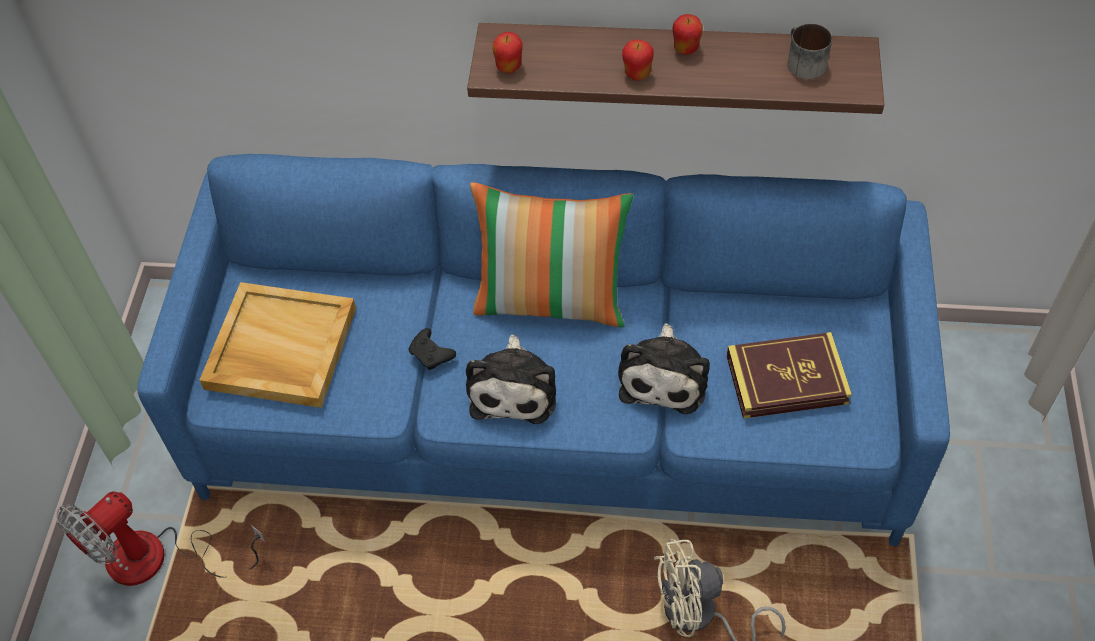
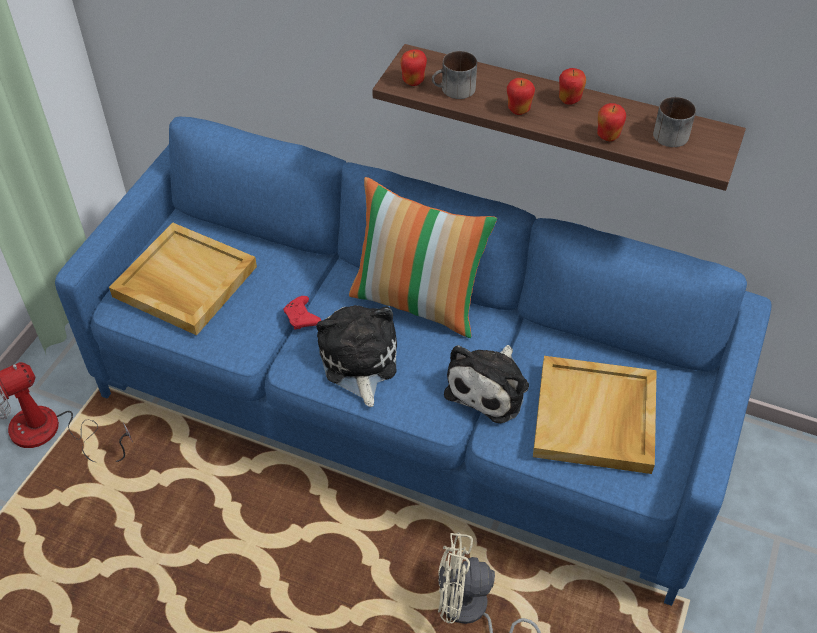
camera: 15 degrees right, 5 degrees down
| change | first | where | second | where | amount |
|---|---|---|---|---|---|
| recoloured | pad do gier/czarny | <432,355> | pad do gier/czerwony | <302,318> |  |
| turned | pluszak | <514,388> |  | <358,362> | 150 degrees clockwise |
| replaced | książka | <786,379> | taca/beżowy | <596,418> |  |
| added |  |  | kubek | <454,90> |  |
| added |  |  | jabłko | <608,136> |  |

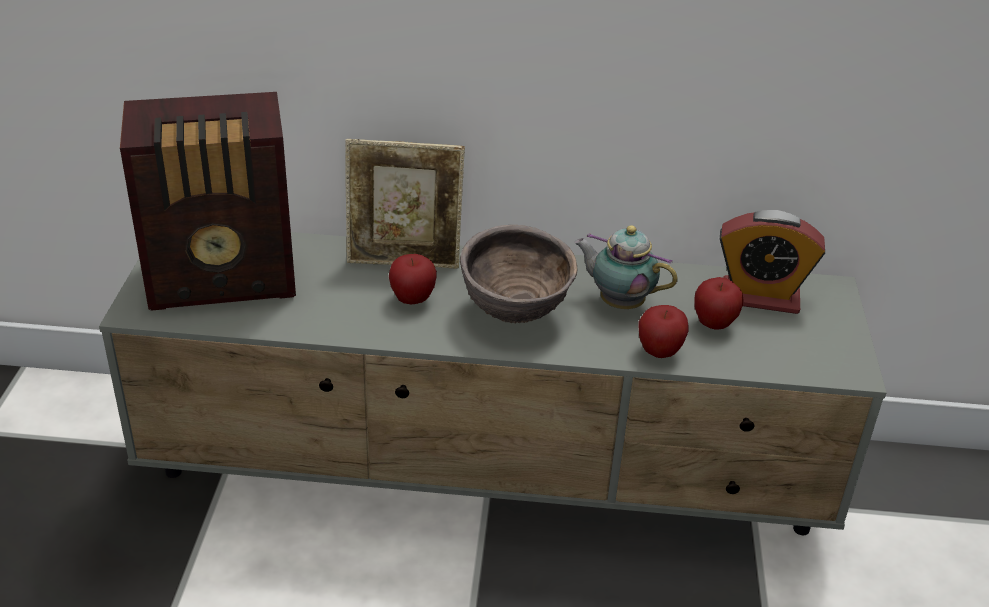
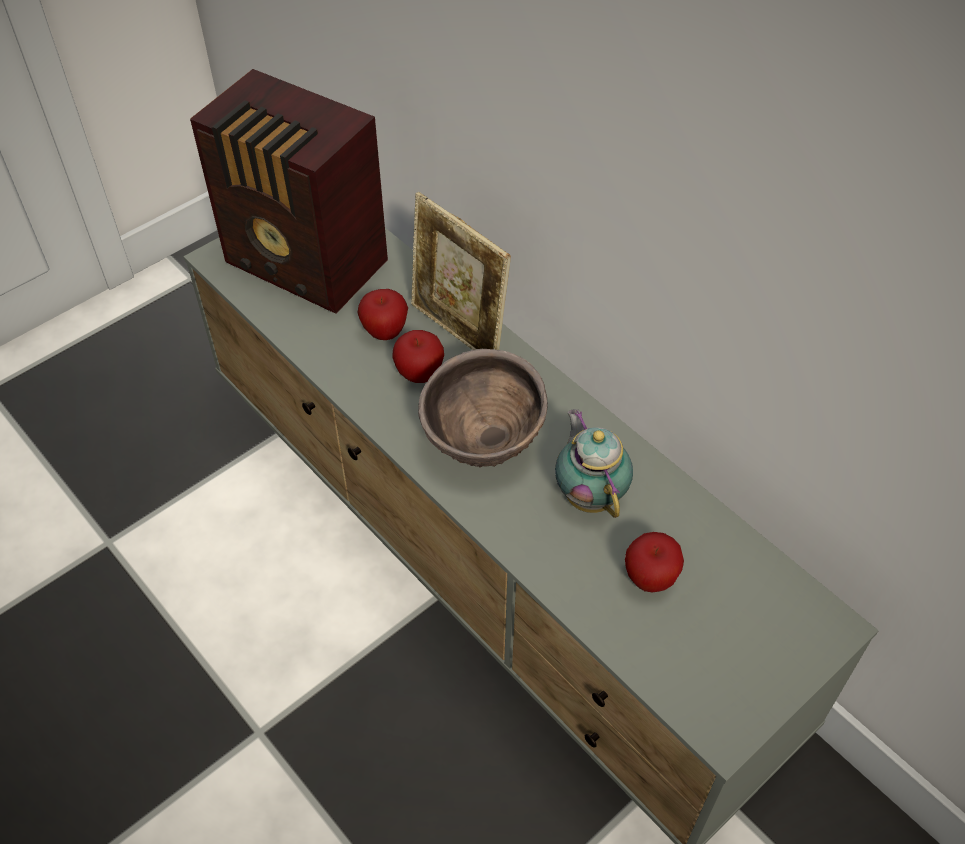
camera: 45 degrees right, 15 degrees up
| change | first | where | second | where | amount |
|---|---|---|---|---|---|
| moved | jabłko | <659,352> |  | <385,332> |  |
| removed | budzik | <760,297> |  |  |  |

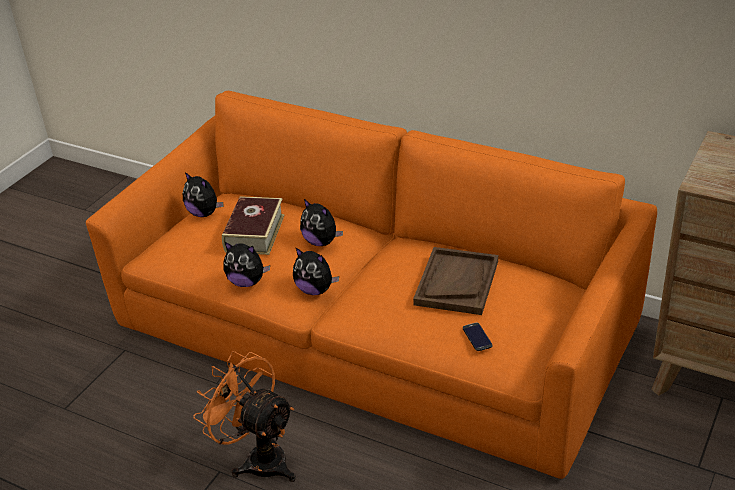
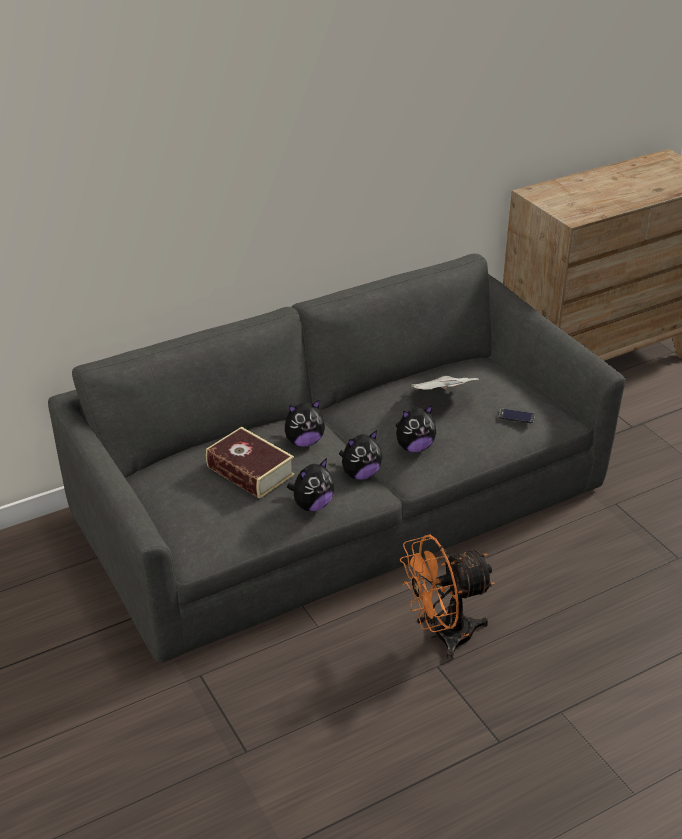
camera: 60 degrees left, 0 degrees up
| change | first | where | second | where | amount |
|---|---|---|---|---|---|
| recoloured | kanapa/pomarańczowy | <374,325> | kanapa/szary | <340,501> |  |
| moved | pluszak | <204,213> |  | <414,447> |  |
| replaced | taca/brązowy | <456,282> | gazeta | <443,397> |  |

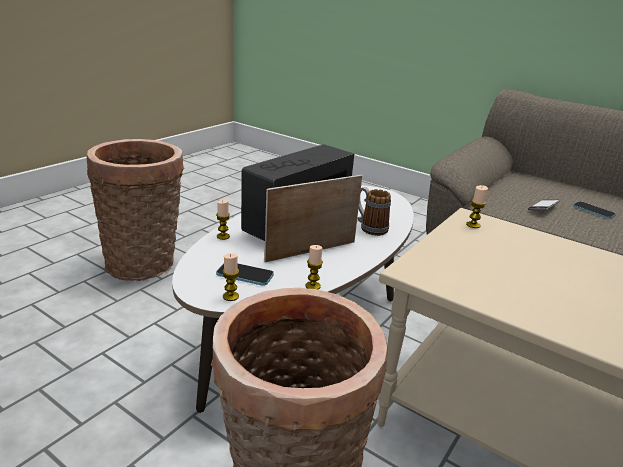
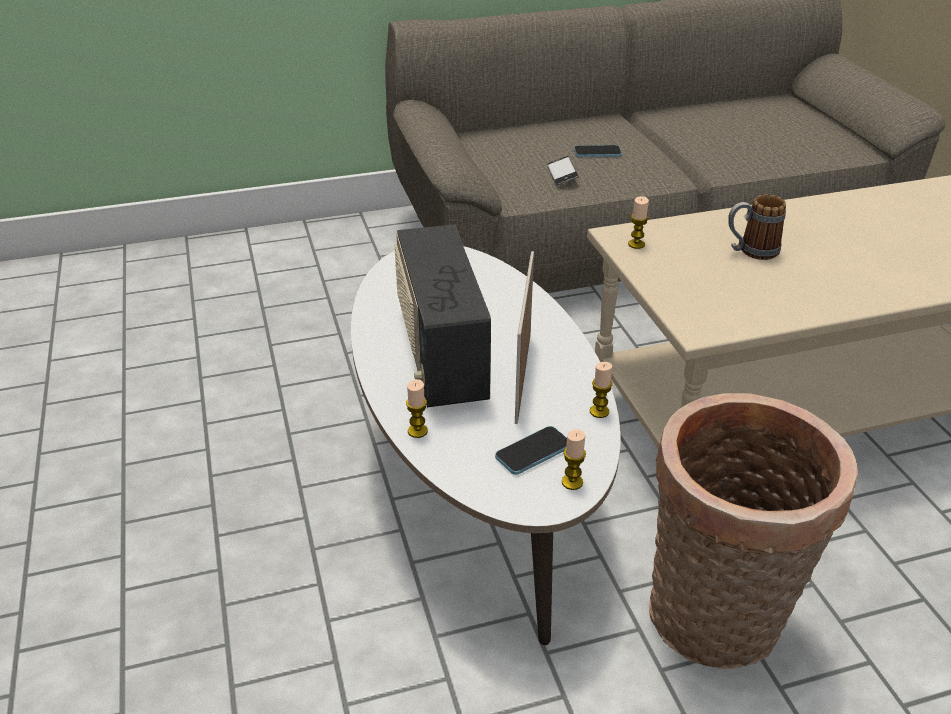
camera: 50 degrees left, 10 degrees up
| change | first | where | second | where | amount |
|---|---|---|---|---|---|
| removed | koszyk | <145,263> |  |  |  |
| moved | kubek | <369,227> |  | <750,251> |  |

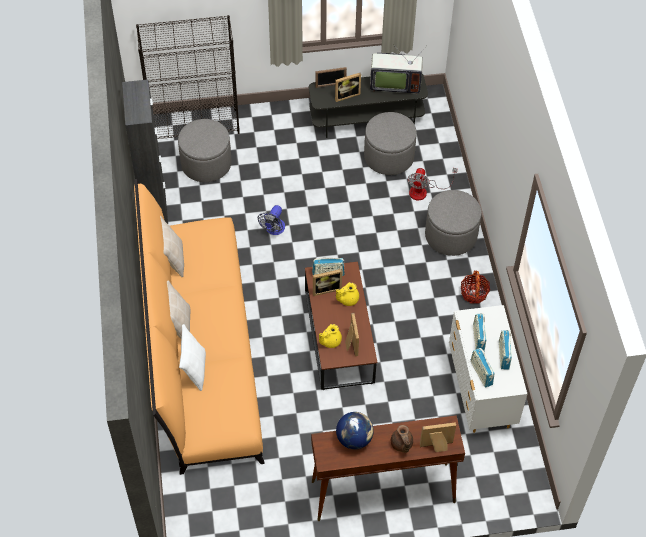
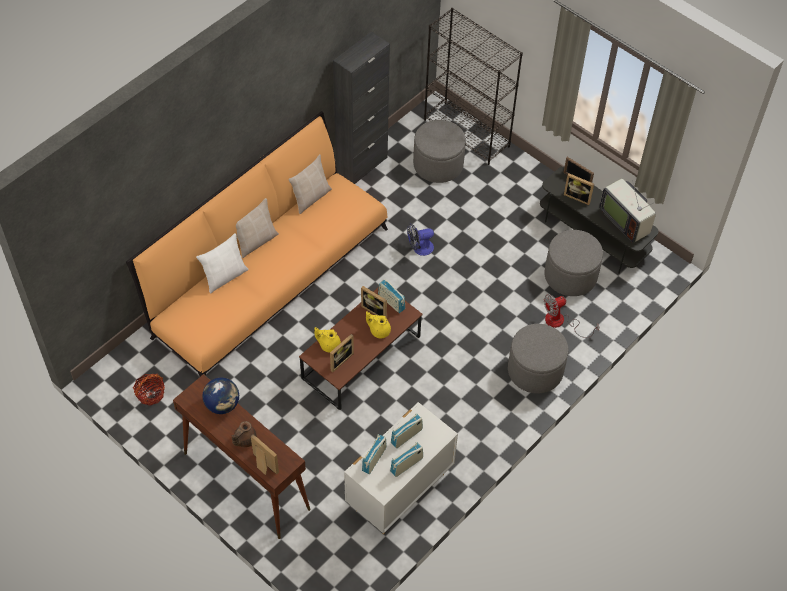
camera: 50 degrees right, 0 degrees up
| change | first | where | second | where | amount |
|---|---|---|---|---|---|
| moved | koszyk | <474,293> |  | <150,394> |  |

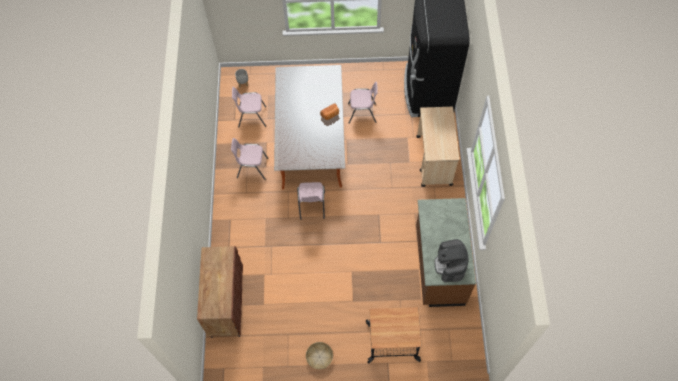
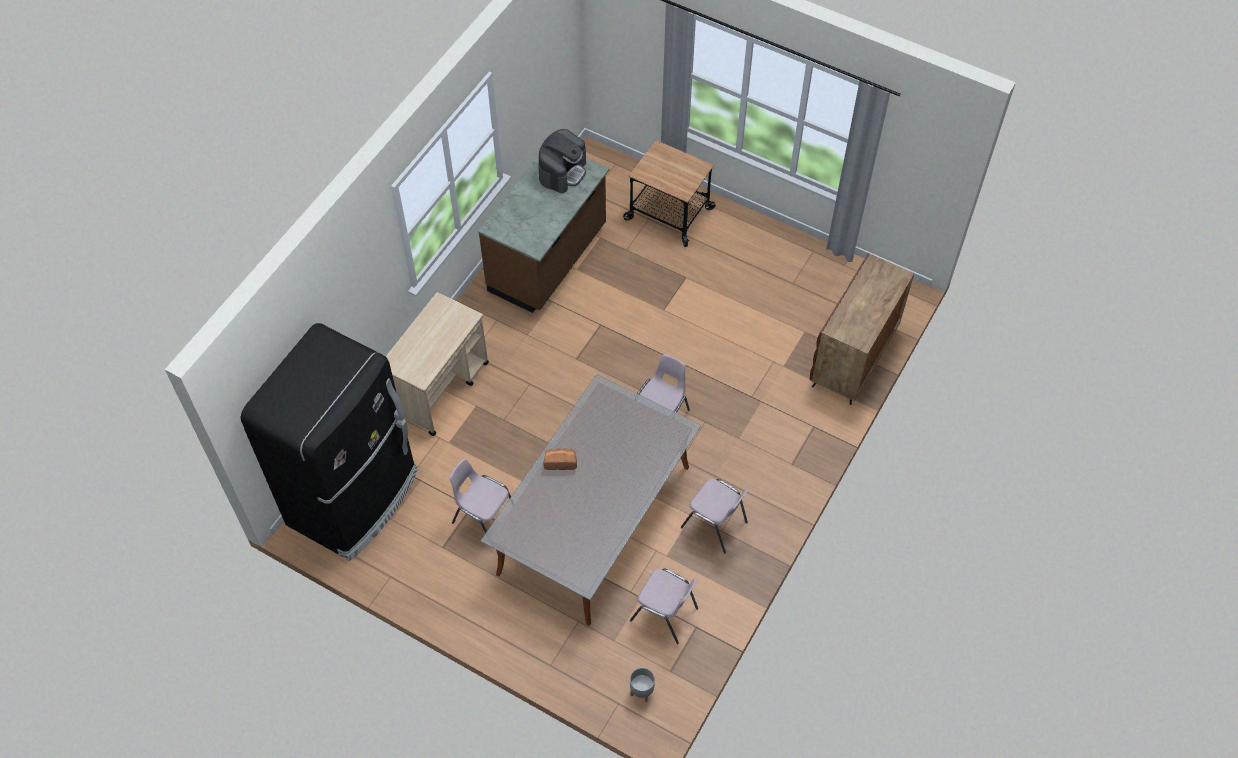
camera: 150 degrees left, 5 degrees down
| change | first | where | second | where | amount |
|---|---|---|---|---|---|
| removed | koszyk | <319,357> |  |  |  |

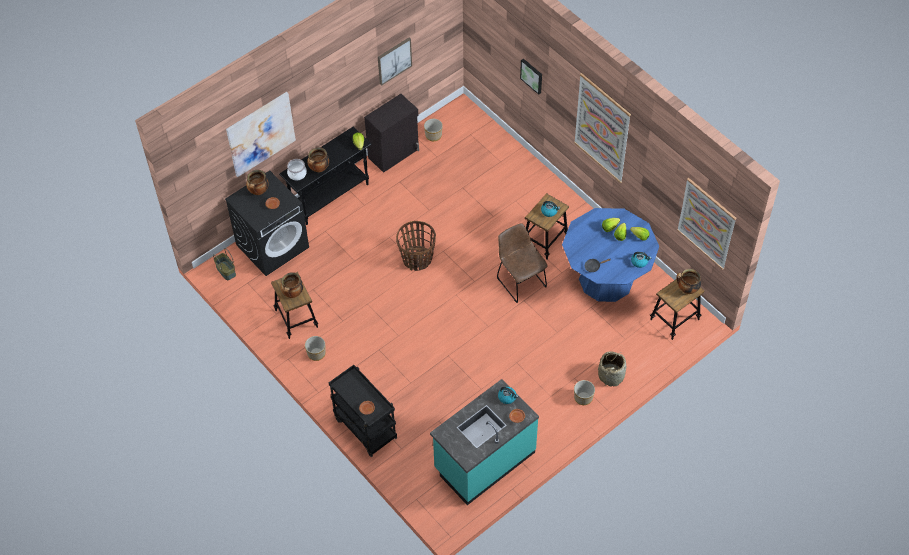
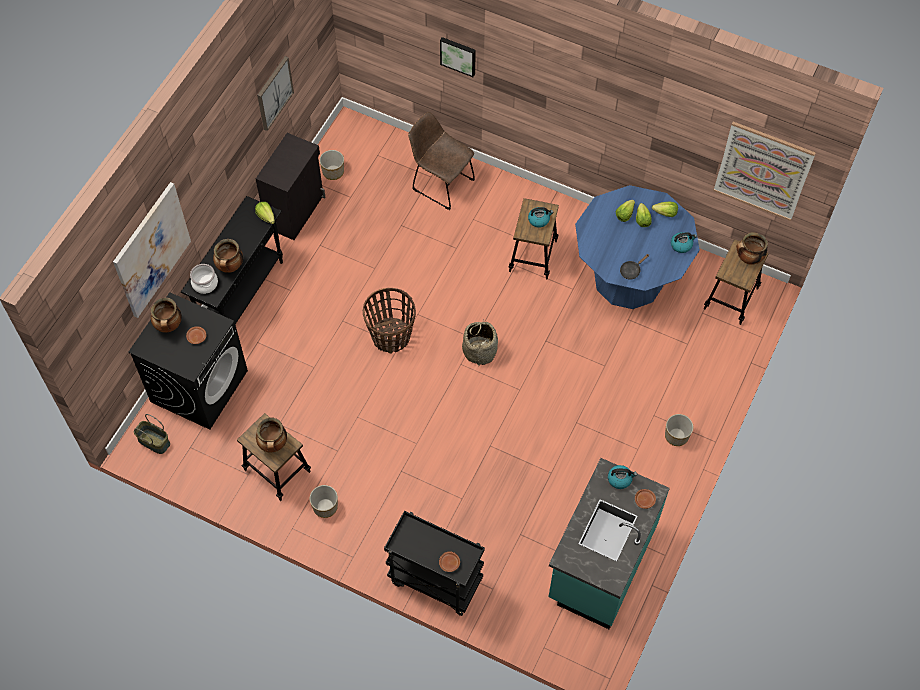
camera: 25 degrees left, 5 degrees up
| change | first | where | second | where | amount |
|---|---|---|---|---|---|
| moved | krzesło/brązowy | <520,280> |  | <440,183> |  |
| removed | obraz | <602,128> |  |  |  |
| moved | koszyk | <611,375> |  | <479,351> |  |

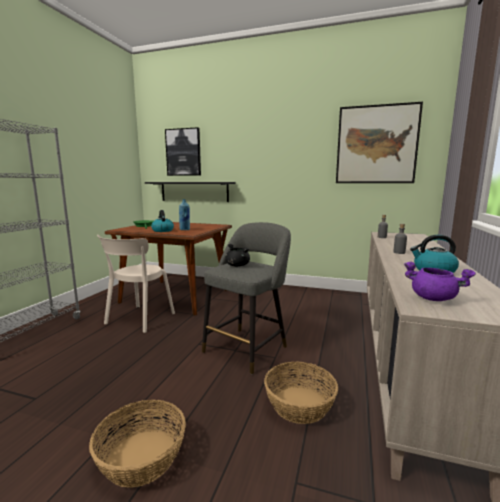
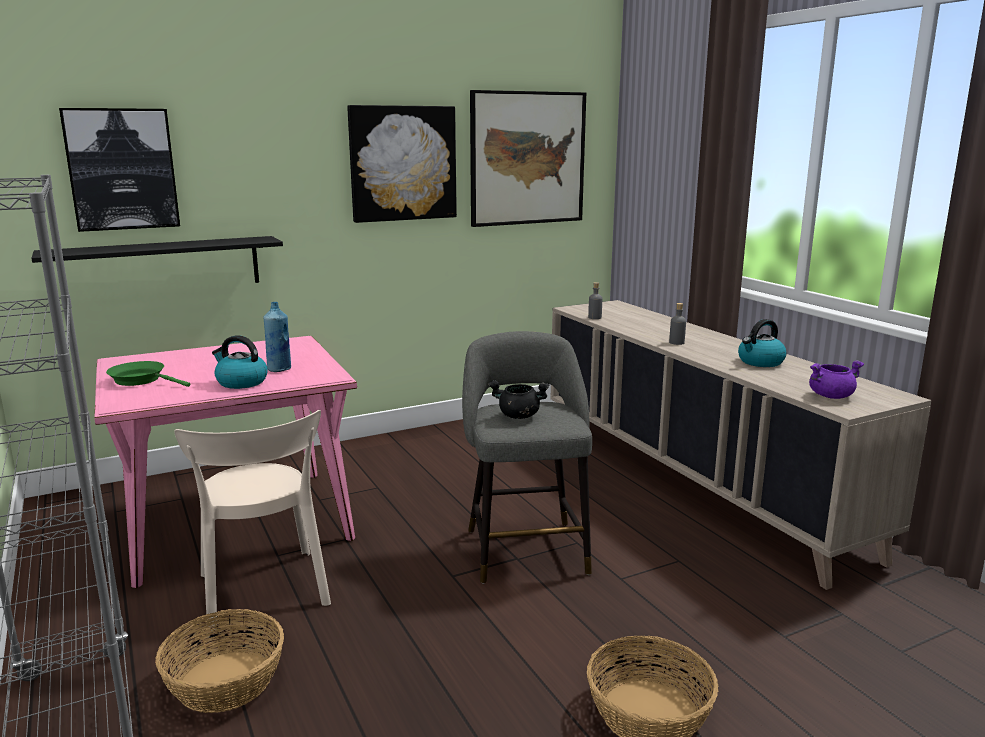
camera: 45 degrees left, 5 degrees up
| change | first | where | second | where | amount |
|---|---|---|---|---|---|
| recoloured | stół jadalny/brązowy | <176,296> | stół jadalny/różowy | <238,523> |  |
| moved | koszyk | <299,404> |  | <224,681> |  |
| added |  |  | obraz | <403,163> |  |

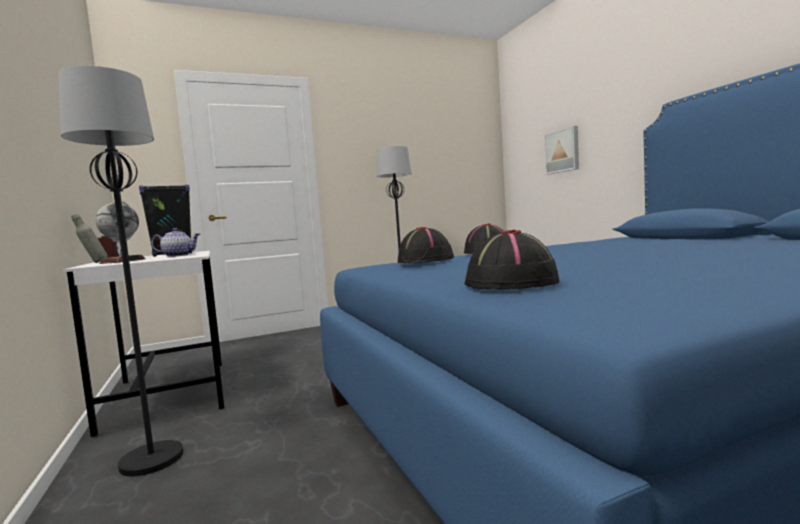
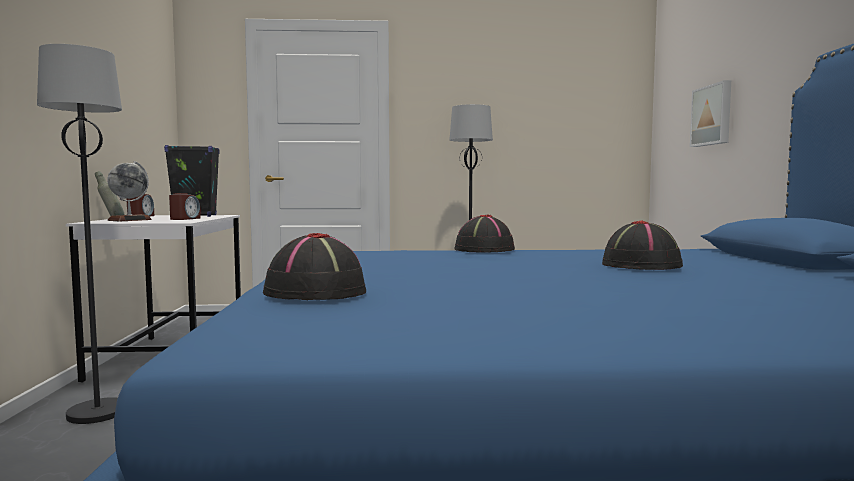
camera: 20 degrees right, 0 degrees up
| change | first | where | second | where | amount |
|---|---|---|---|---|---|
| replaced | imbryk | <178,255> | budzik | <185,219> |  |
| moved | kapelusz/czarny | <426,260> |  | <641,265> |  |

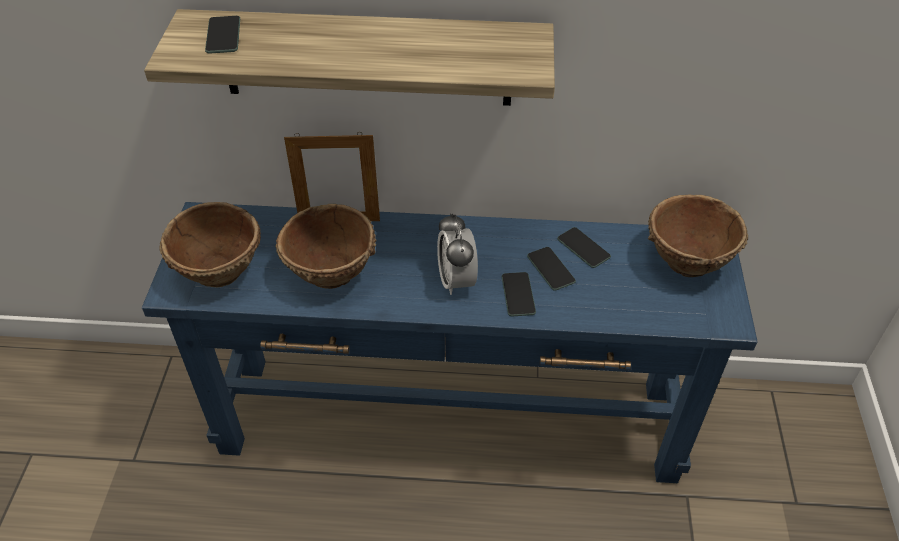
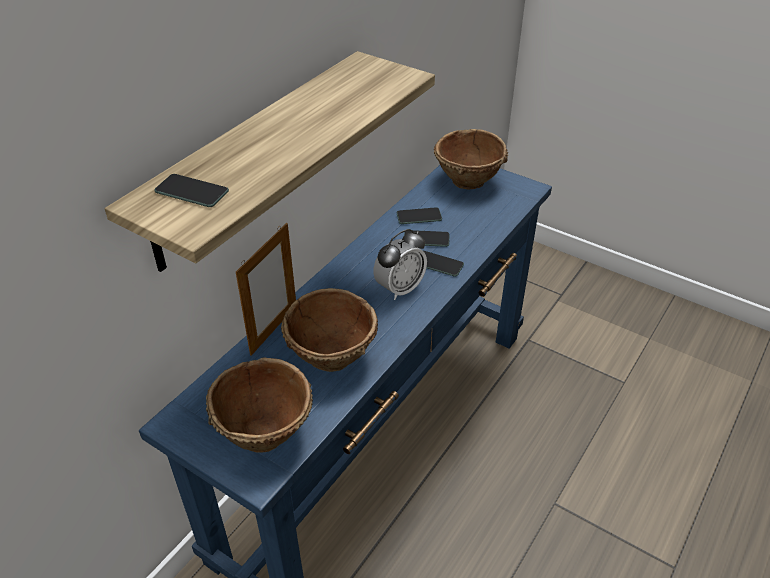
camera: 60 degrees left, 5 degrees down
| change | first | where | second | where | amount |
|---|---|---|---|---|---|
| turned | budzik | <456,280> |  | <400,288> | 60 degrees counterclockwise |

